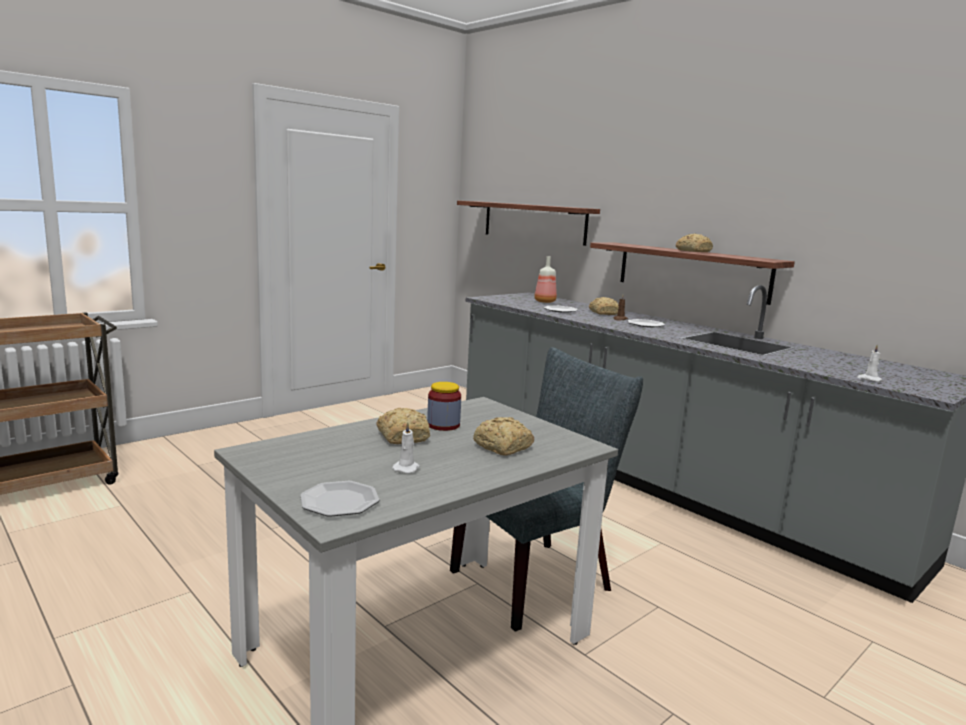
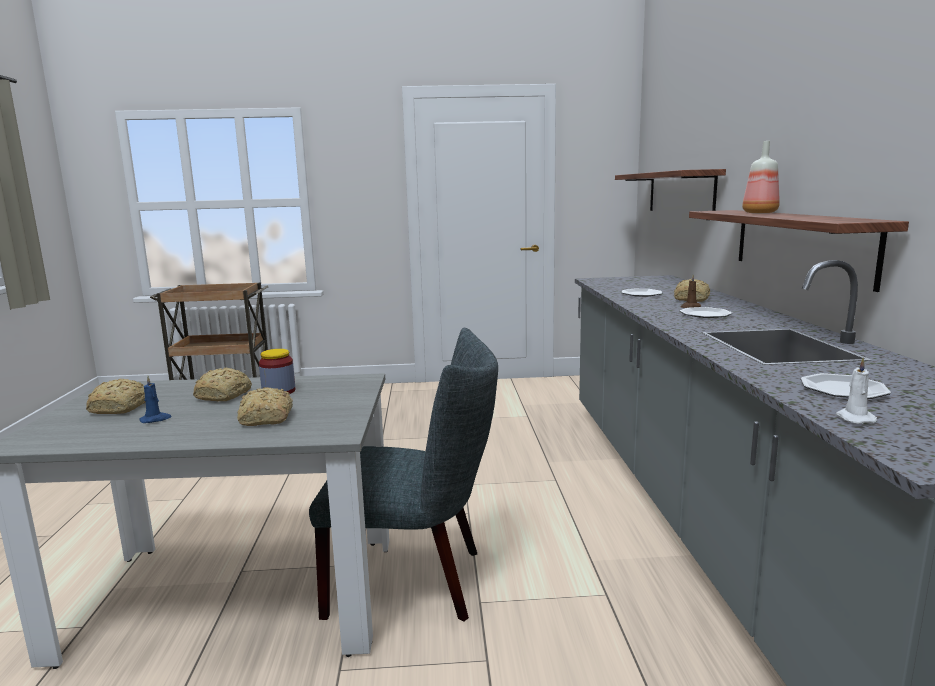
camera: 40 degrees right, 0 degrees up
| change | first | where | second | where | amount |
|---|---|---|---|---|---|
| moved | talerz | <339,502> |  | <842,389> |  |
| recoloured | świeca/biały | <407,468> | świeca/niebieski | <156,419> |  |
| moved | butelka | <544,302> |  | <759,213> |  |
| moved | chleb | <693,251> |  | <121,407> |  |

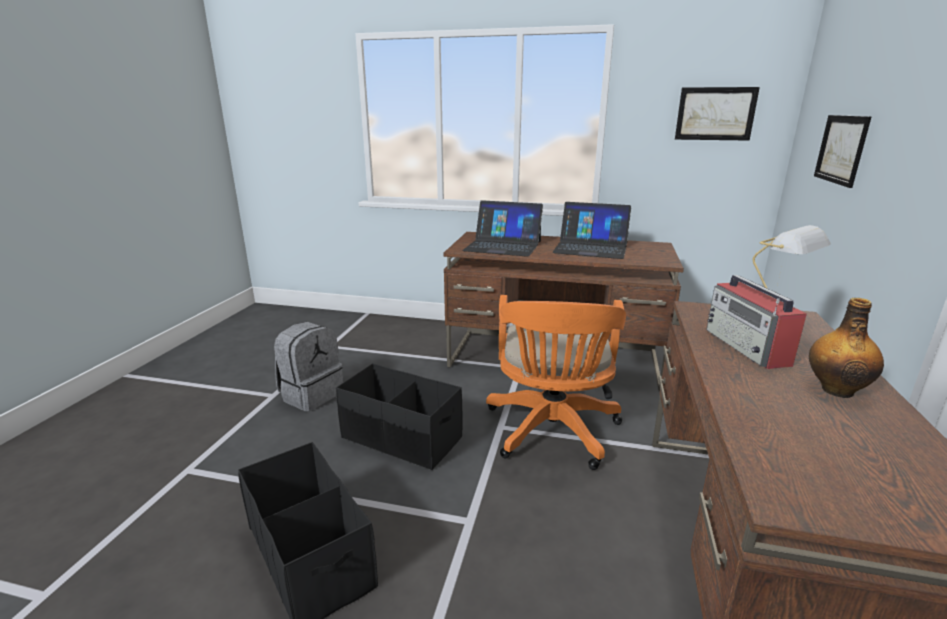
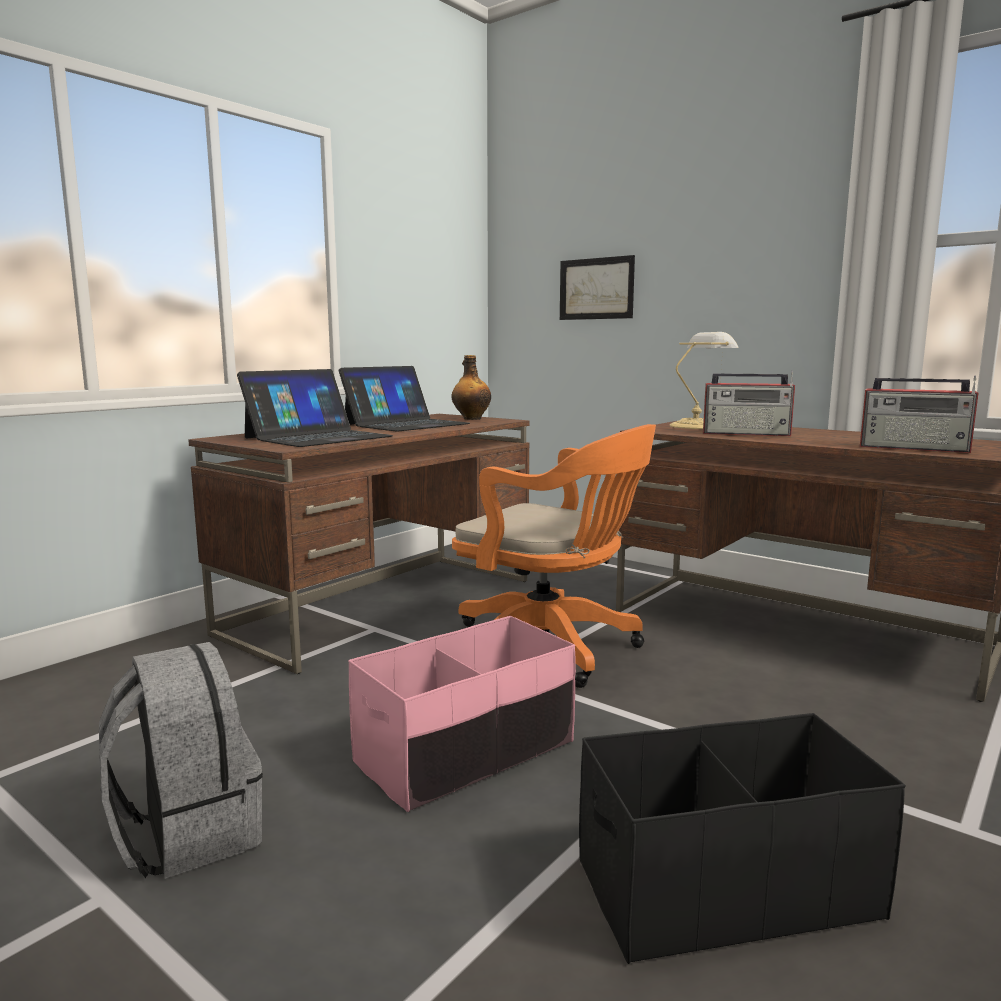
camera: 65 degrees left, 10 degrees down
| change | first | where | second | where | amount |
|---|---|---|---|---|---|
| recoloured | pojemnik do przechowywania/czarny | <401,438> | pojemnik do przechowywania/różowy | <466,752> |  |
| removed | obraz | <715,114> |  |  |  |
| moved | butelka | <836,390> |  | <471,419> |  |
| added |  |  | radio | <915,448> |  |

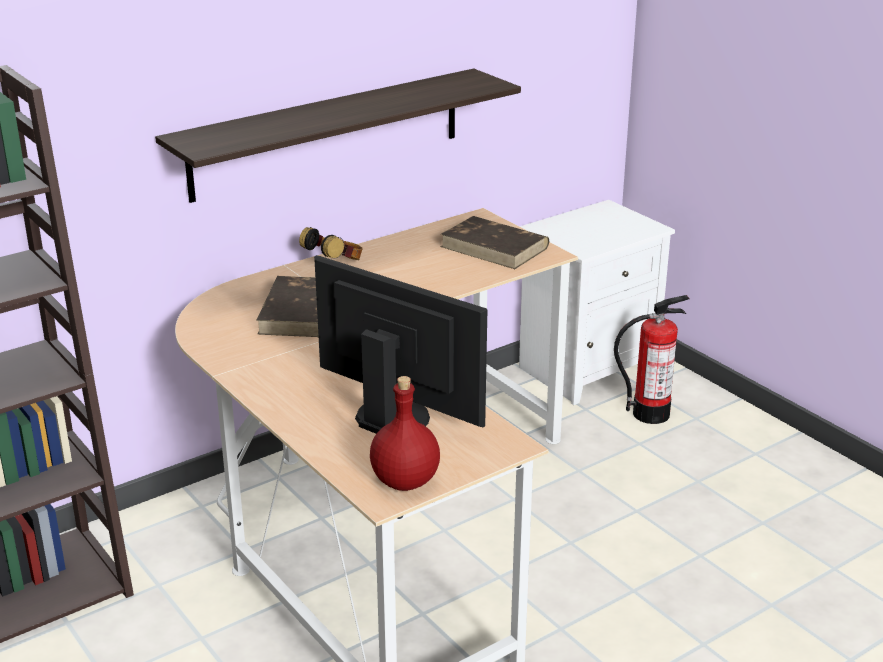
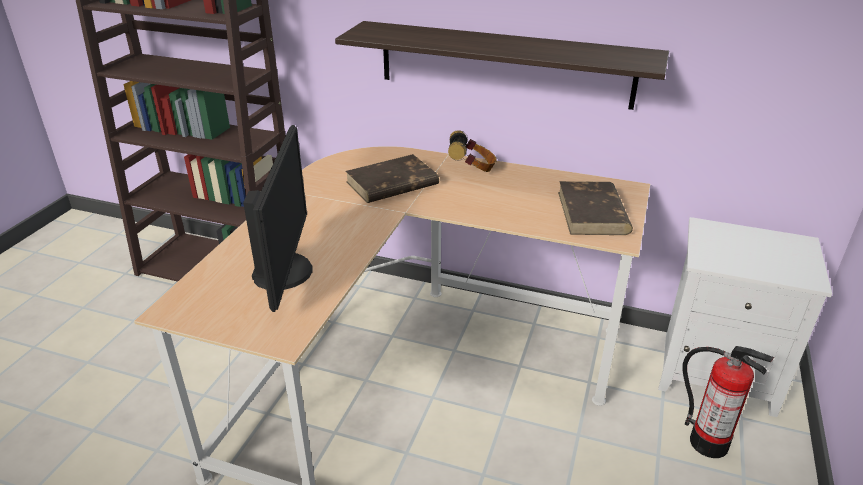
camera: 55 degrees right, 5 degrees up
| change | first | where | second | where | amount |
|---|---|---|---|---|---|
| removed | butelka/czerwony | <405,482> |  |  |  |

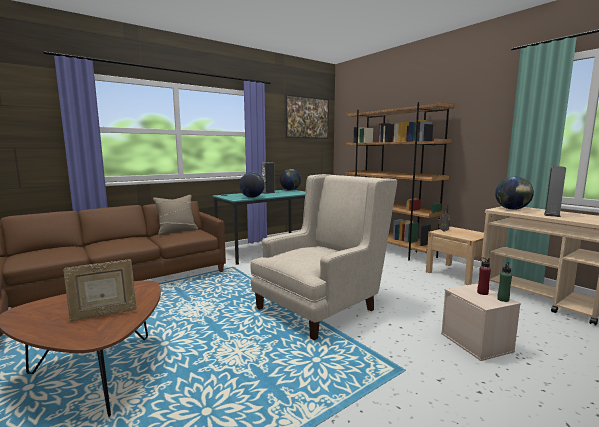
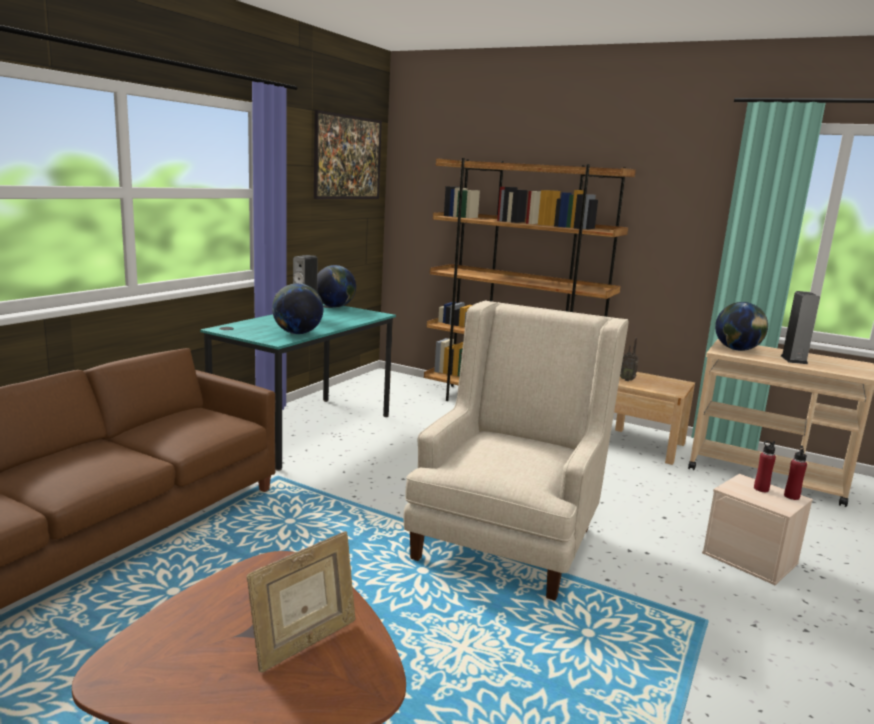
camera: 25 degrees left, 5 degrees up
| change | first | where | second | where | amount |
|---|---|---|---|---|---|
| removed | poduszka/beżowy | <177,231> |  |  |  |
| recoloured | butelka/zielony | <503,299> | butelka/czerwony | <791,496> |  |

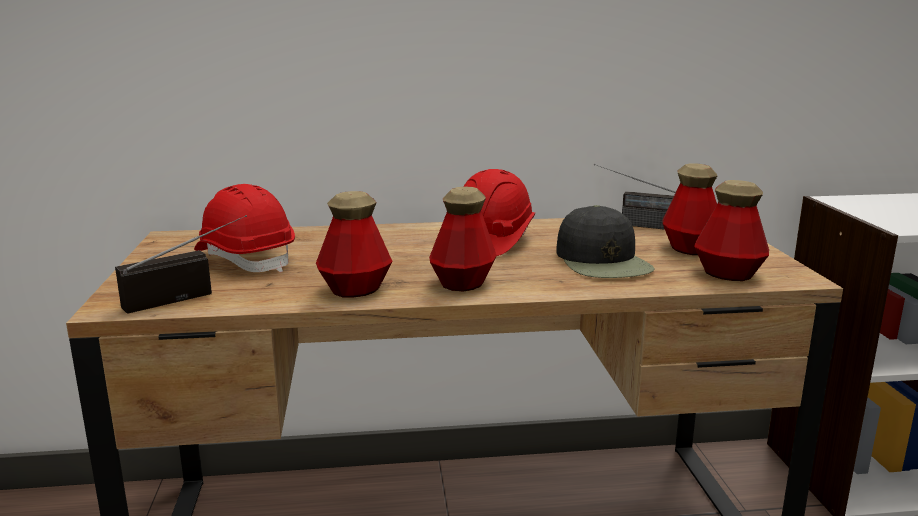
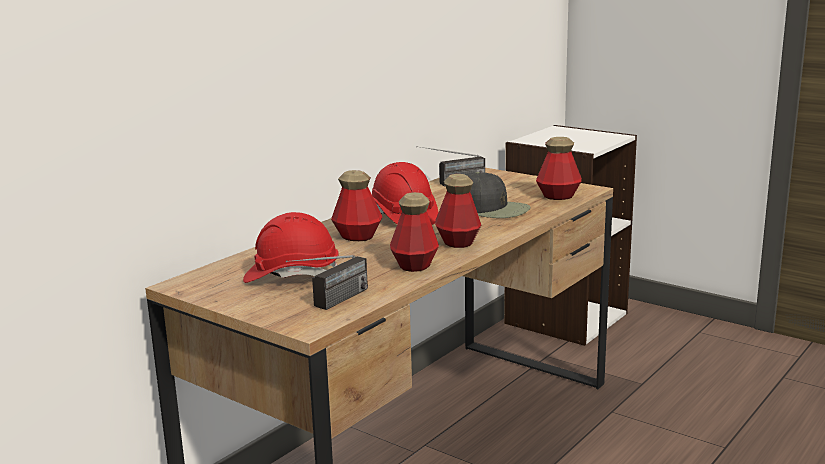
camera: 45 degrees left, 0 degrees up
| change | first | where | second | where | amount |
|---|---|---|---|---|---|
| turned | radio | <189,295> |  | <331,303> | 150 degrees counterclockwise |
| moved | butelka | <690,249> |  | <357,236> |  |

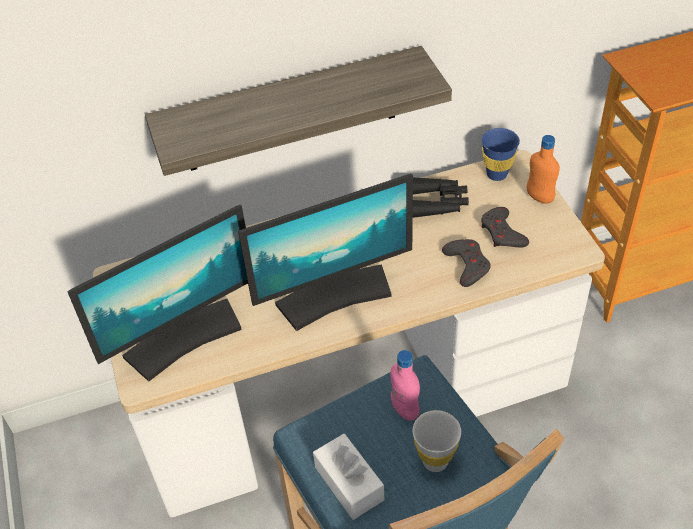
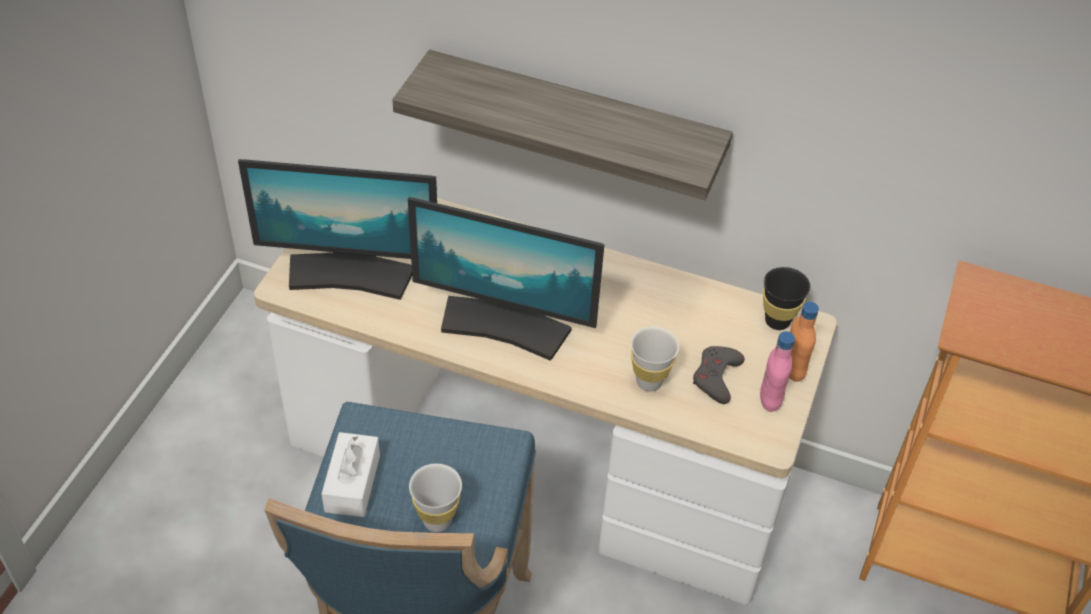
camera: 35 degrees right, 0 degrees up
| change | first | where | second | where | amount |
|---|---|---|---|---|---|
| moved | butelka/różowy | <405,409> |  | <770,400> |  |
| removed | lornetka/czarny | <436,203> |  |  |  |
| replaced | pad do gier/szary | <467,265> | filiżanka/biały | <649,381> |  |
| recoloured | filiżanka/niebieski | <497,174> | filiżanka/czarny | <777,321> |  |

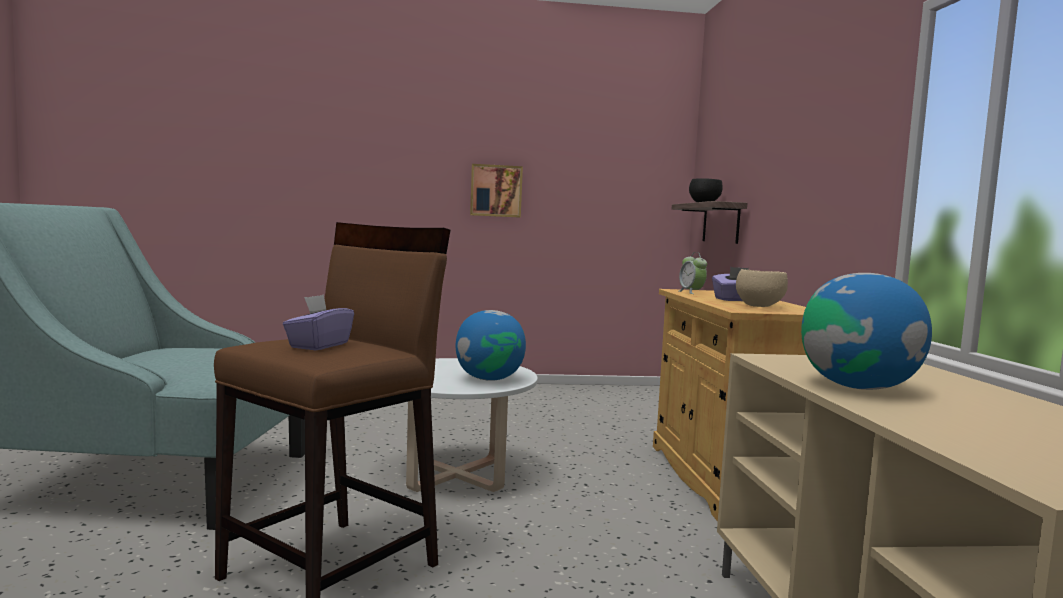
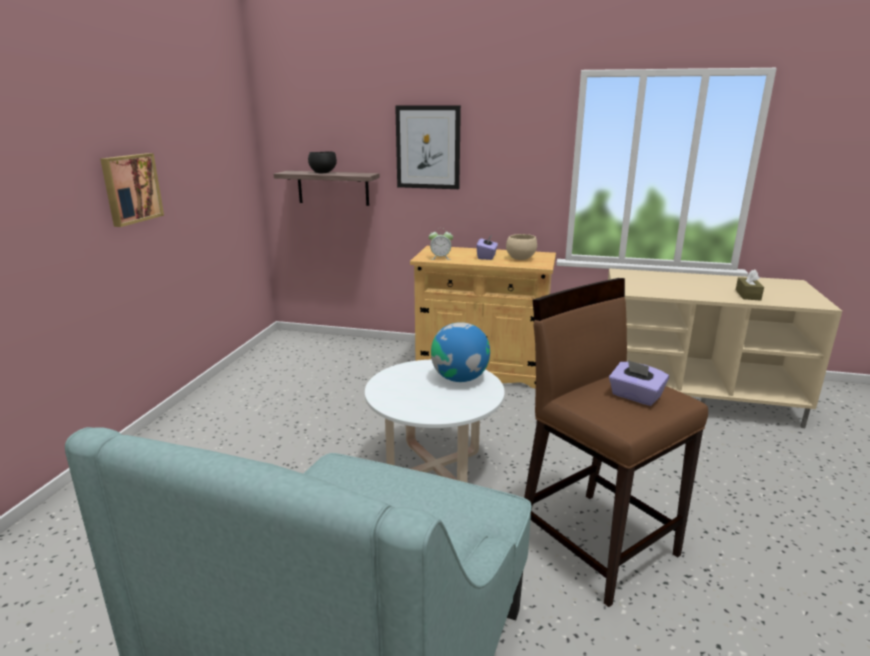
camera: 70 degrees left, 15 degrees up
| change | first | where | second | where | amount |
|---|---|---|---|---|---|
| removed | globus | <858,387> |  |  |  |
| added |  |  | obraz | <428,147> |  |
| added |  |  | pudełko chusteczek/brązowy | <748,295> |  |

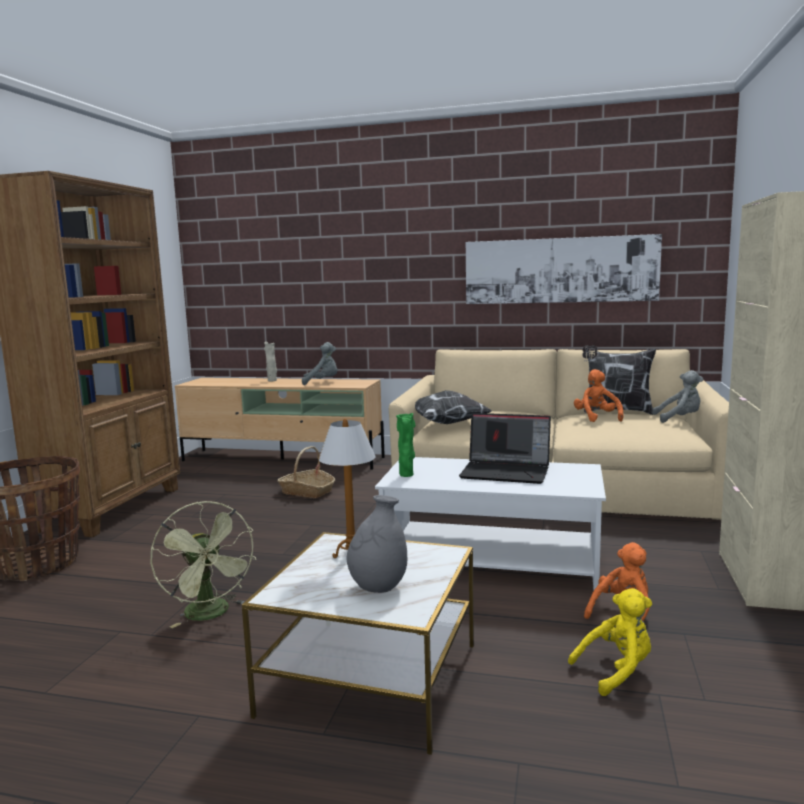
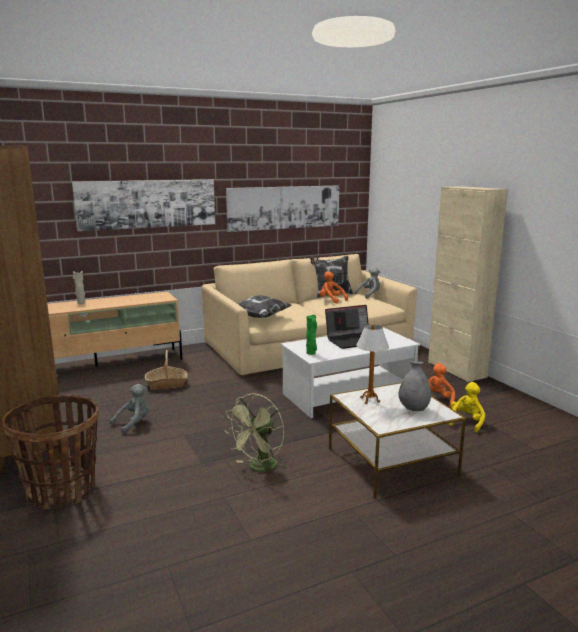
camera: 40 degrees left, 5 degrees up
| change | first | where | second | where | amount |
|---|---|---|---|---|---|
| turned | wentylator/zielony | <211,614> |  | <259,468> | 105 degrees clockwise |
| moved | pluszak/szary | <322,382> |  | <134,423> |  |
| added |  |  | obraz | <147,204> |  |

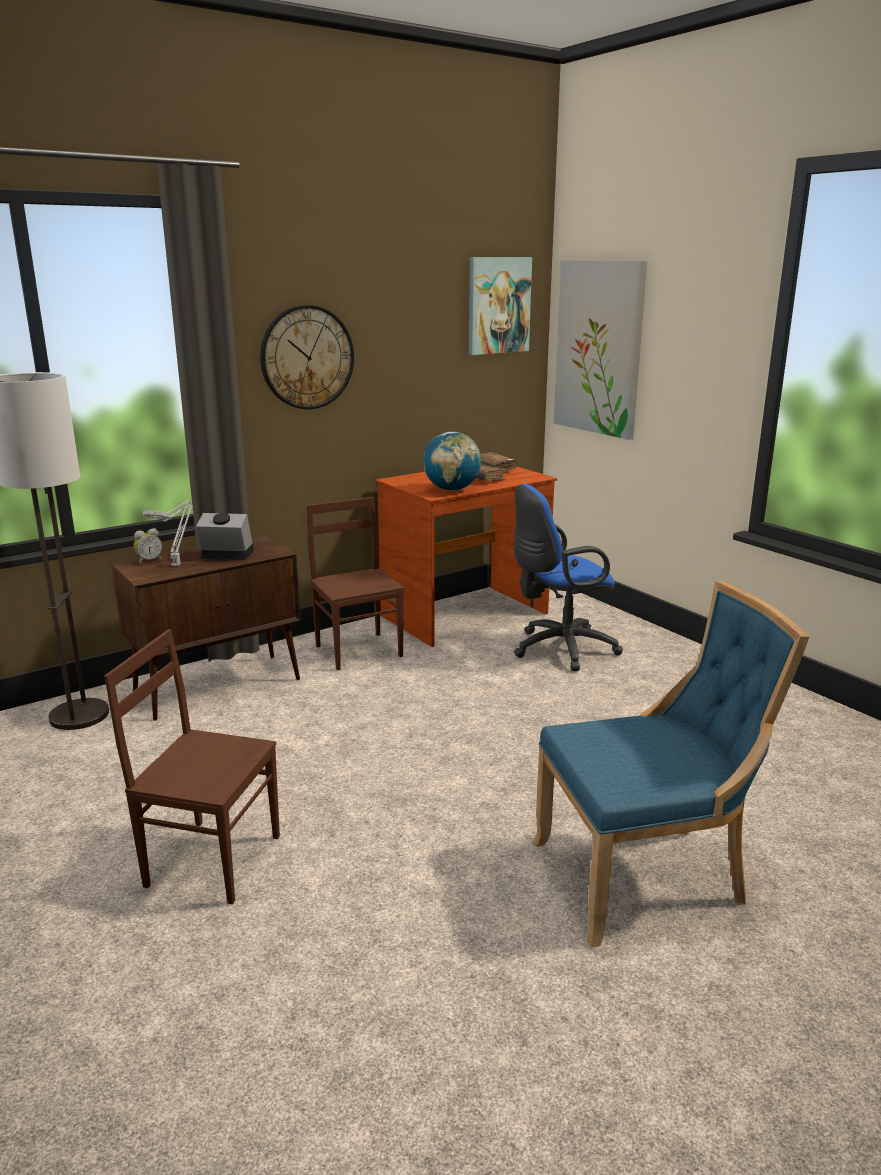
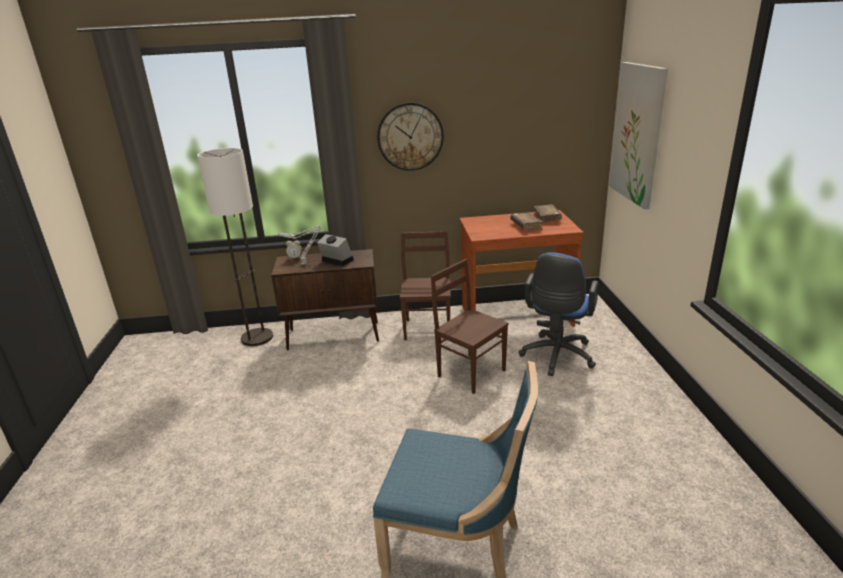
camera: 30 degrees right, 5 degrees up
| change | first | where | second | where | amount |
|---|---|---|---|---|---|
| moved | krzesło/brązowy | <212,859> |  | <471,372> |  |
| removed | globus | <452,490> |  |  |  |
| removed | obraz | <498,305> |  |  |  |
| turned | krzesło biurowe/niebieski | <559,649> |  | <556,357> | 75 degrees counterclockwise |

